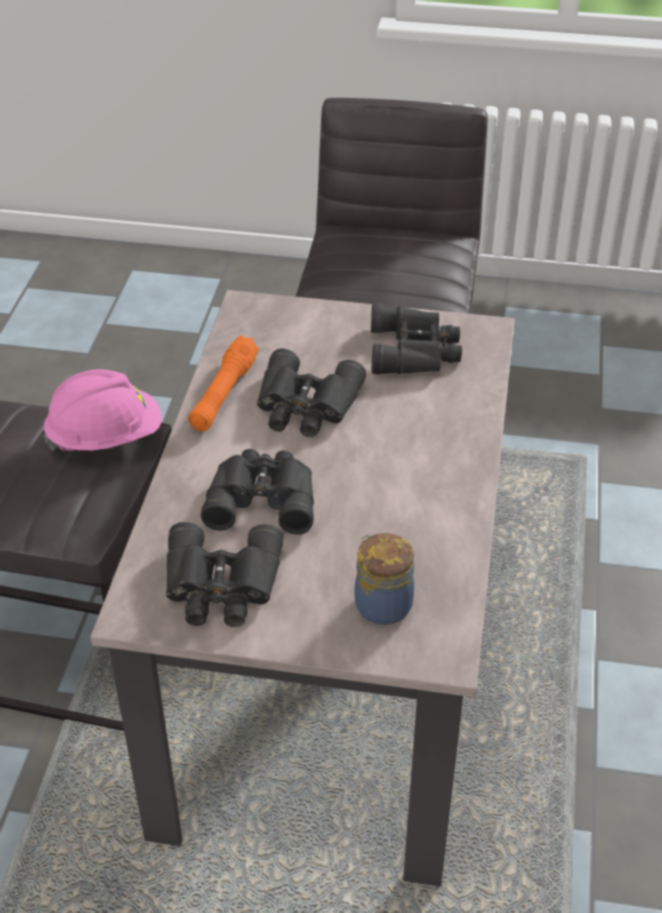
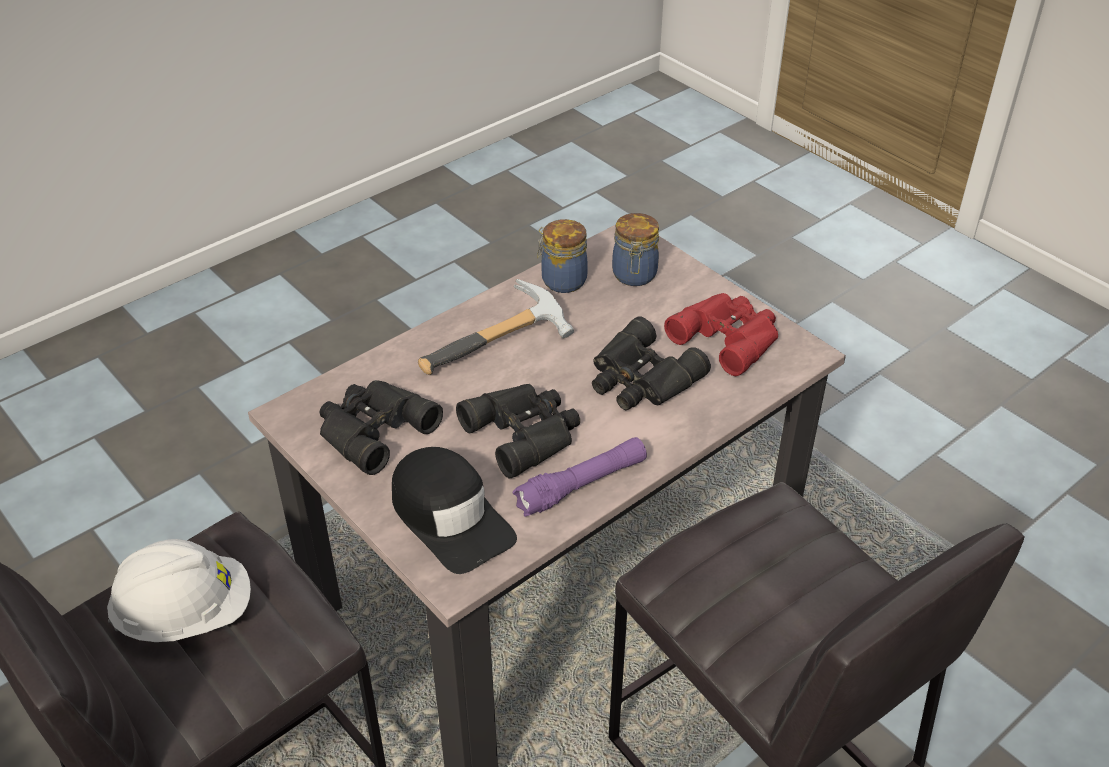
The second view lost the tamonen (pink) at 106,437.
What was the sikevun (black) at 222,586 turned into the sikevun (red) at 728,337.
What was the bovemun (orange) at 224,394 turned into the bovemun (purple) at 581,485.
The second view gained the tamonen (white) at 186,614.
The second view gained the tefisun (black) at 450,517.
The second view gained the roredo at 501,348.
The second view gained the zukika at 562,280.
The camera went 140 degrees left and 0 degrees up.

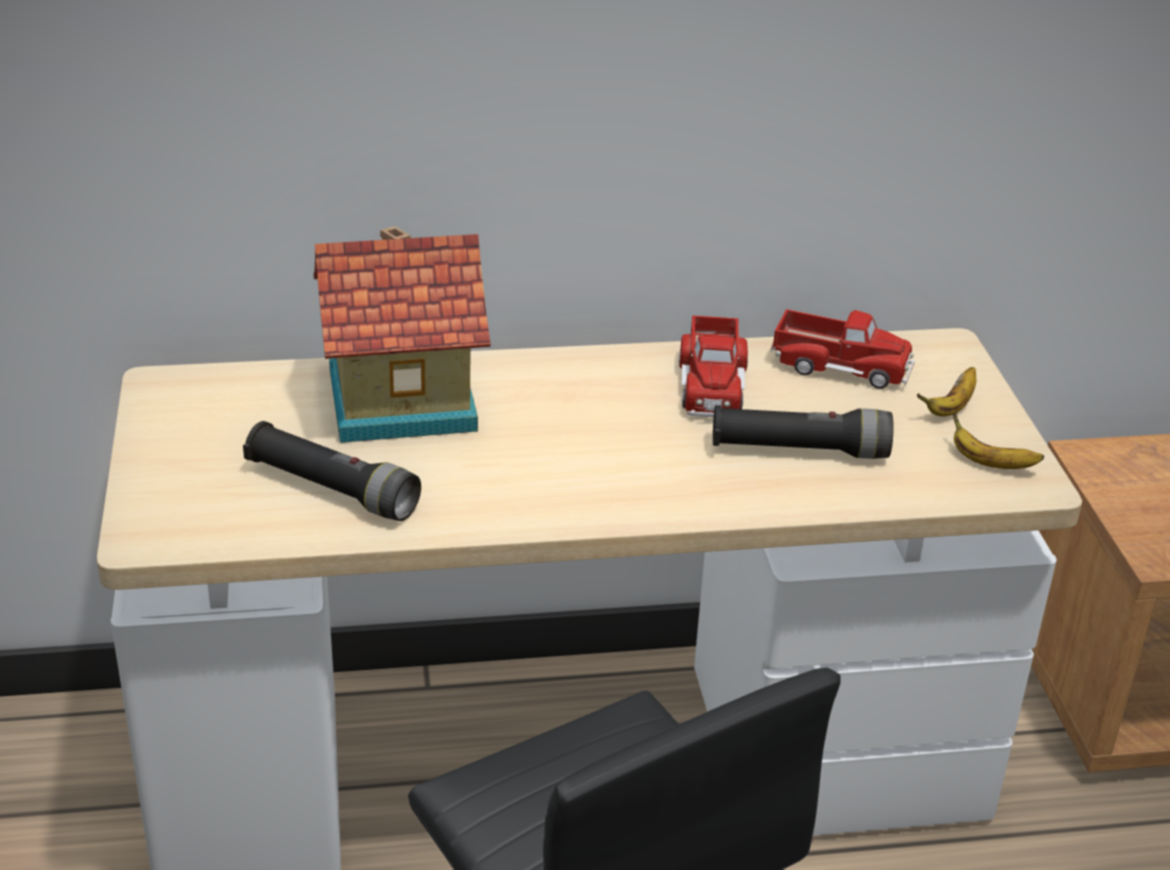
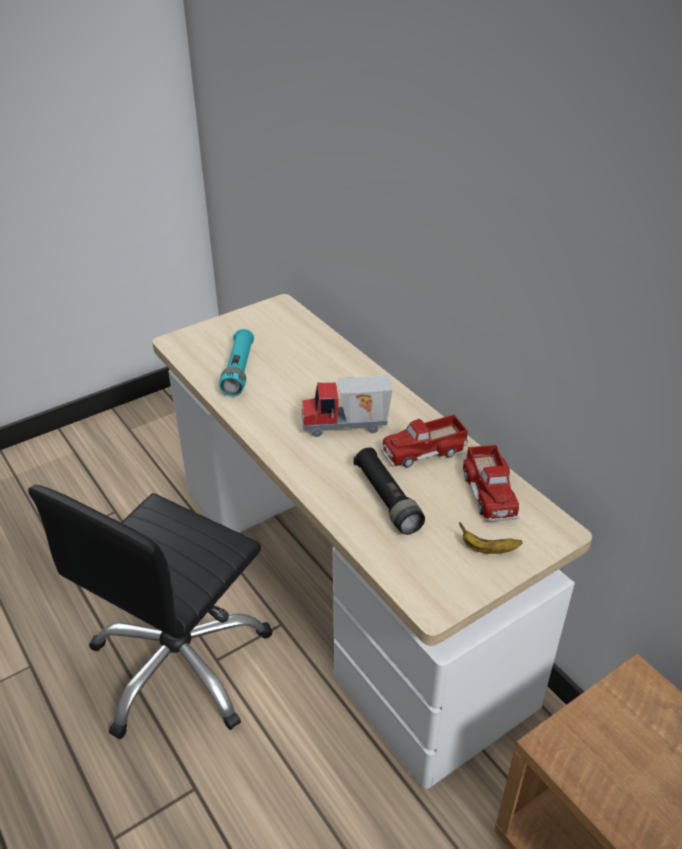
What was the bovemun (black) at 332,490 turned into the bovemun (turquoise) at 239,371.
The second view lost the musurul at 400,397.
The second view lost the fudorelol at 989,463.
The second view gained the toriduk at 346,427.
The camera went 65 degrees right and 5 degrees up.

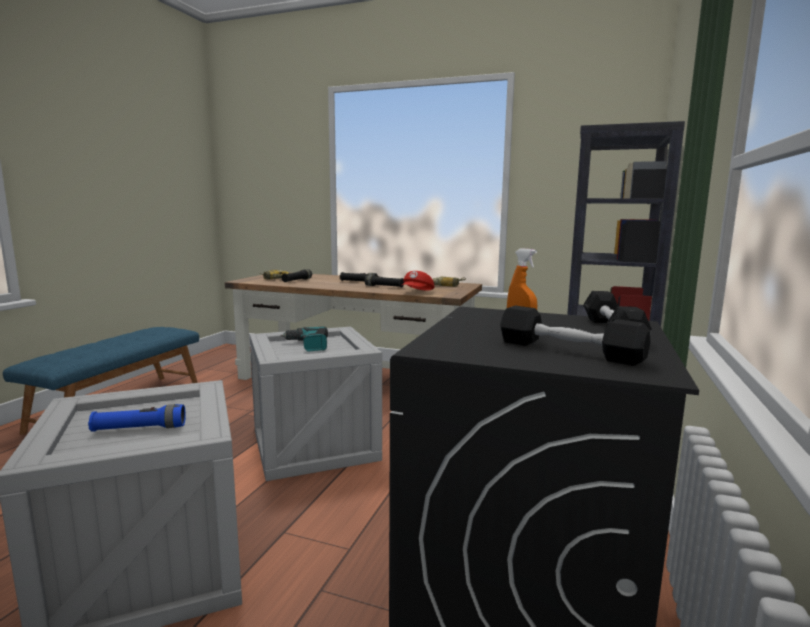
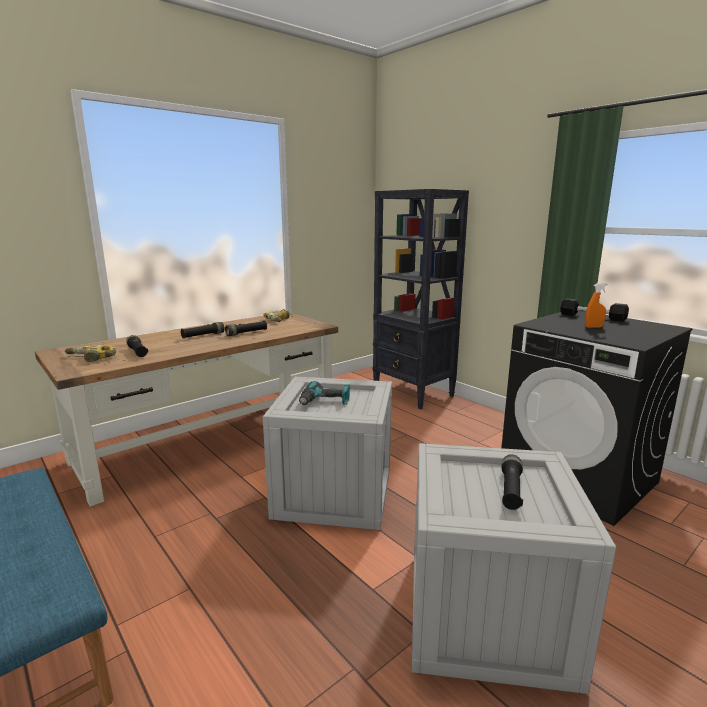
What was the bovemun (blue) at 139,429 turned into the bovemun (black) at 511,490.
The second view lost the tefisun (red) at 417,292.
The second view lost the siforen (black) at 568,351.
The camera went 60 degrees left and 5 degrees up.

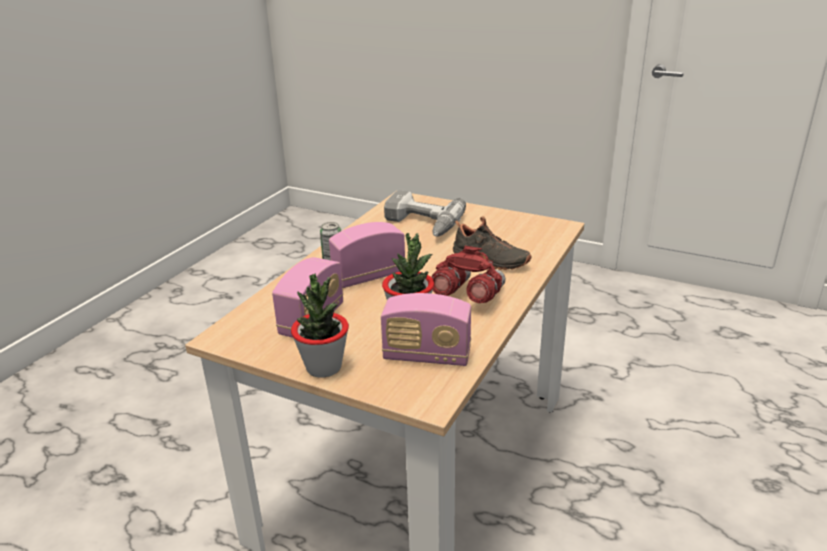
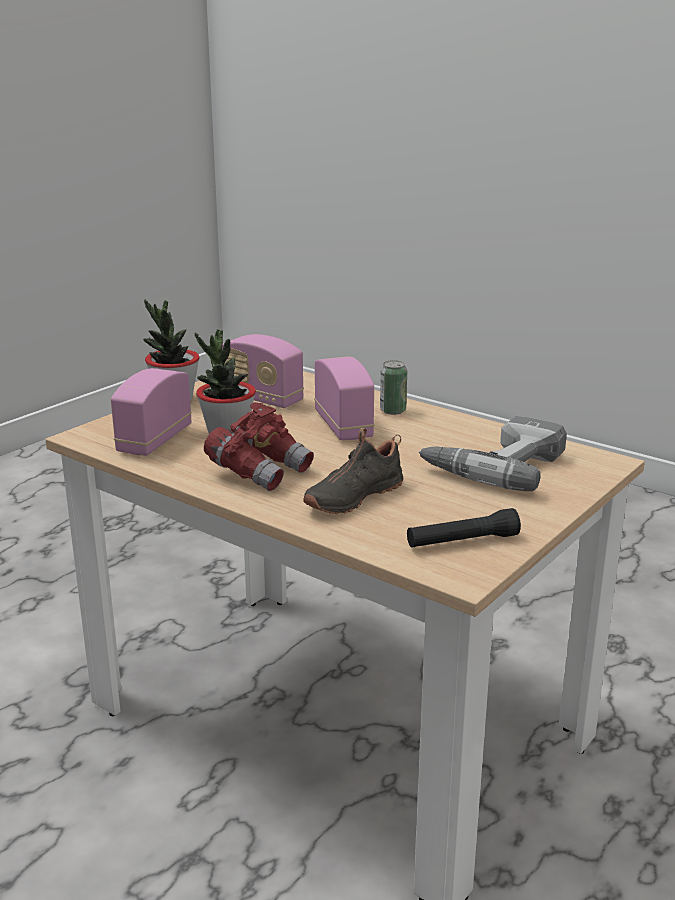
The second view gained the bovemun (black) at 462,541.
The camera went 100 degrees right and 5 degrees down.

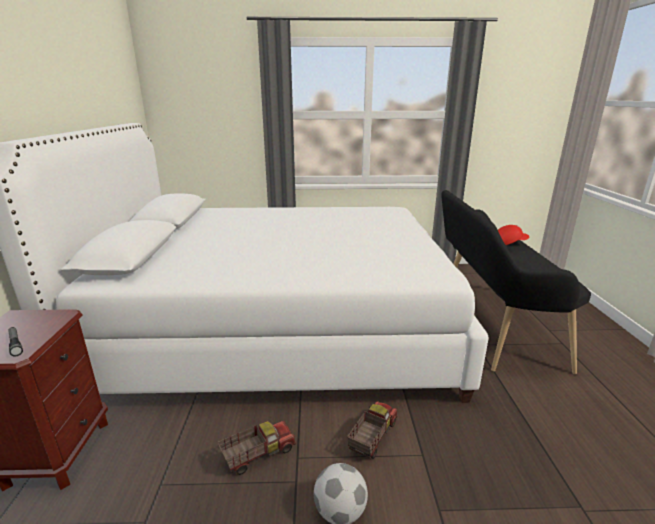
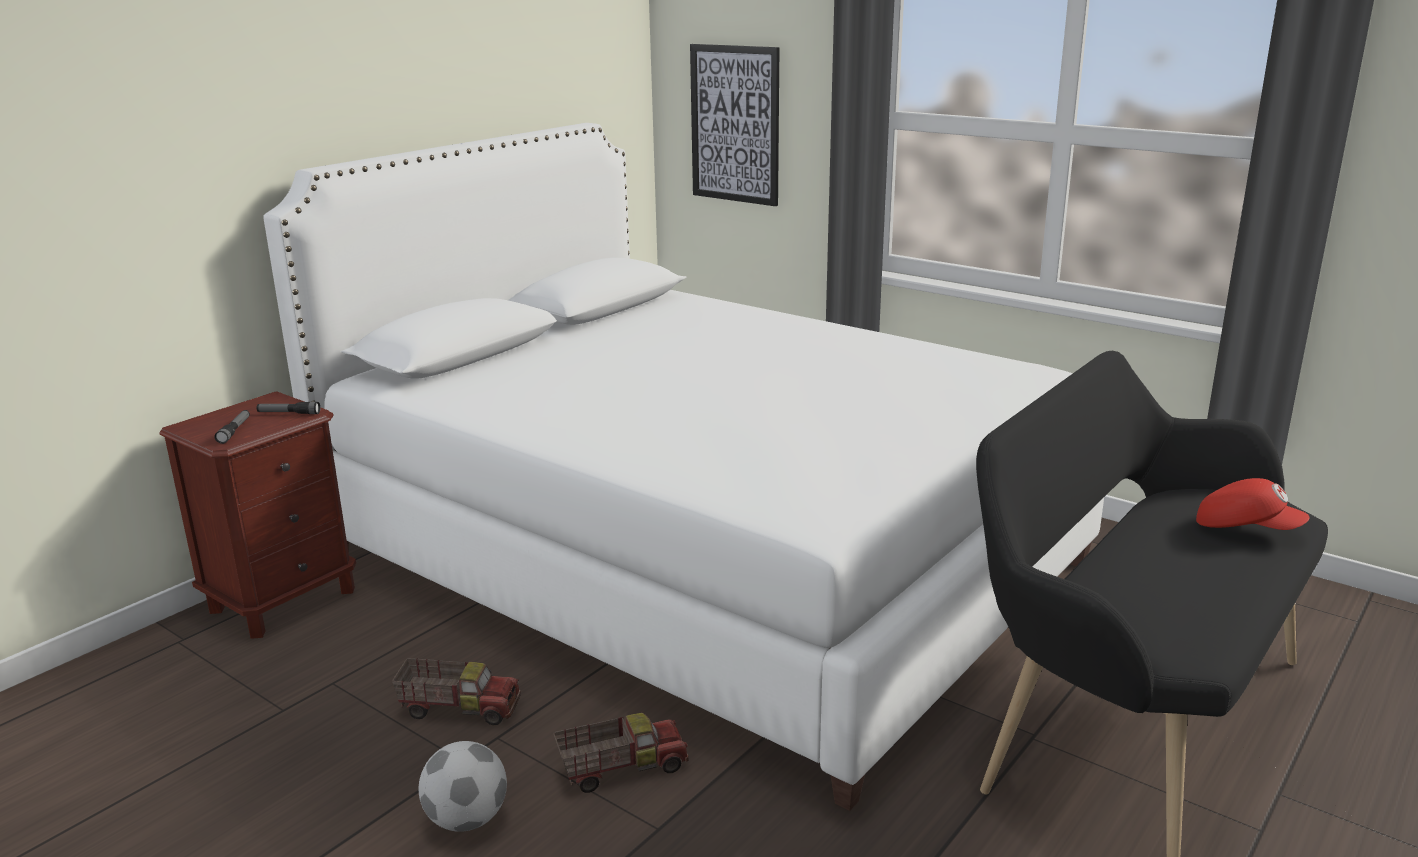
The second view gained the bovemun at 289,413.
The second view gained the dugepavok at 735,124.
The camera went 40 degrees right and 0 degrees up.

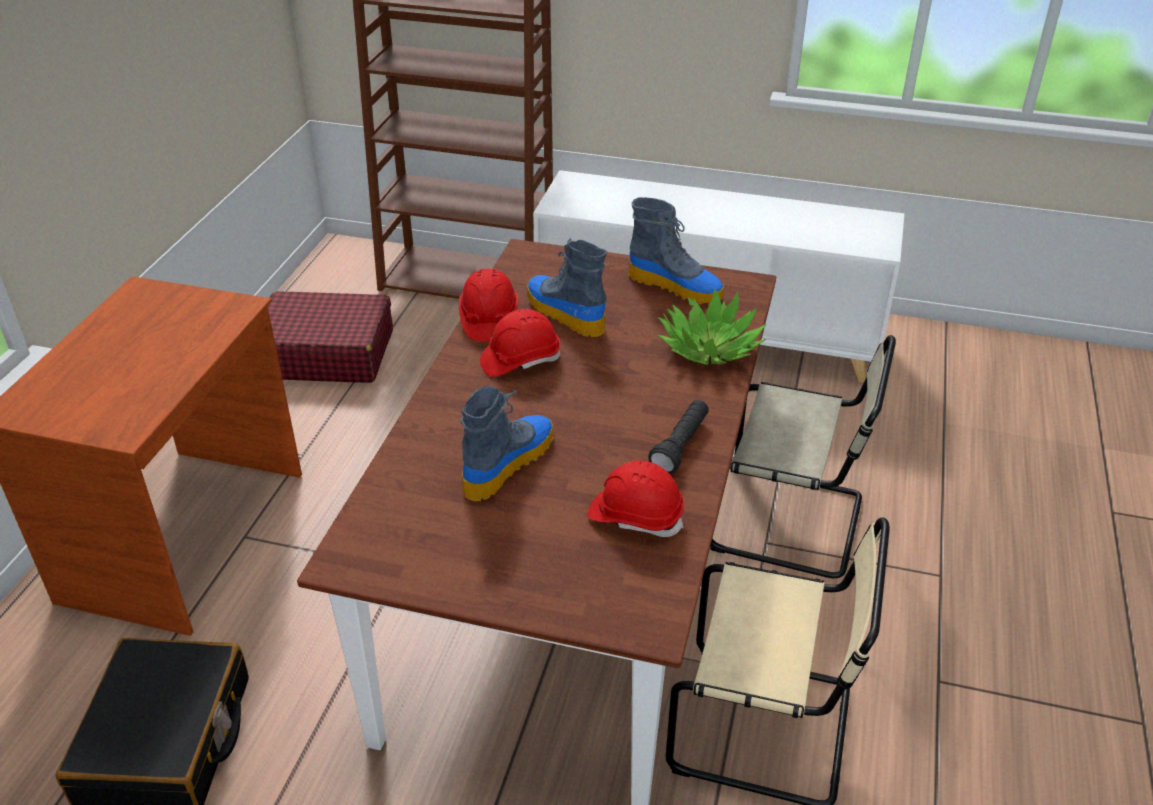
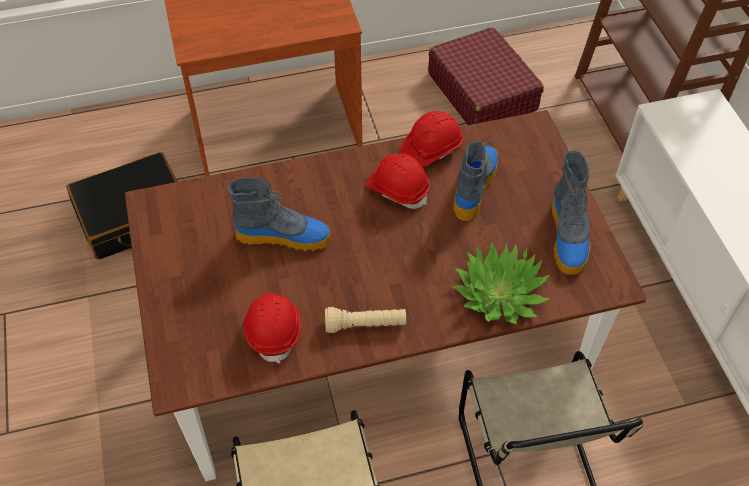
What was the bovemun (black) at 680,446 turned into the bovemun (beige) at 365,325.
The camera went 60 degrees right and 15 degrees up.

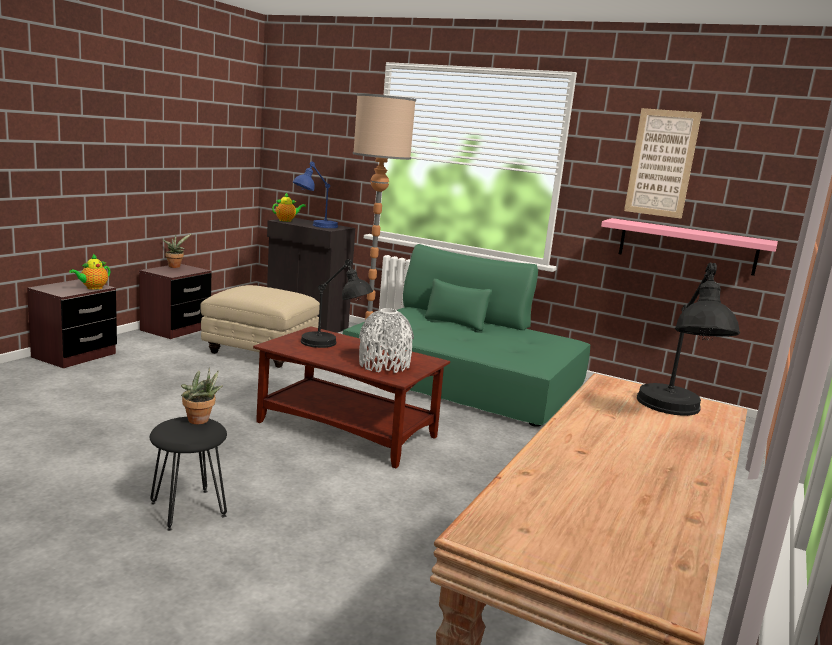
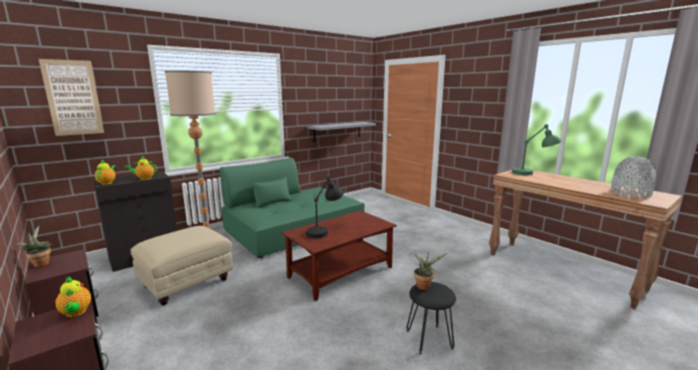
Where the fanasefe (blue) stood at 315,226, the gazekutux came to stand at 144,178.
The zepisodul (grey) ended up elsewhere, having gone from 384,365 to 630,193.
What was the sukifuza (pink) at 687,246 turned into the sukifuza (grey) at 337,131.
The dugepavok ended up elsewhere, having gone from 661,163 to 73,98.
What was the fanasefe (black) at 675,414 turned into the fanasefe (green) at 532,174.
The camera went 65 degrees left and 0 degrees up.

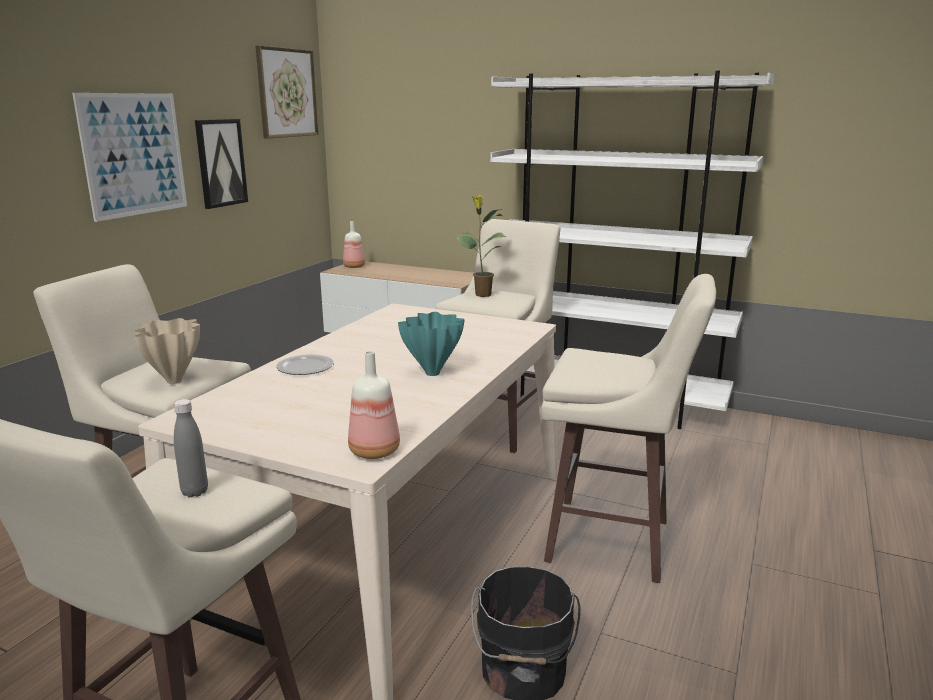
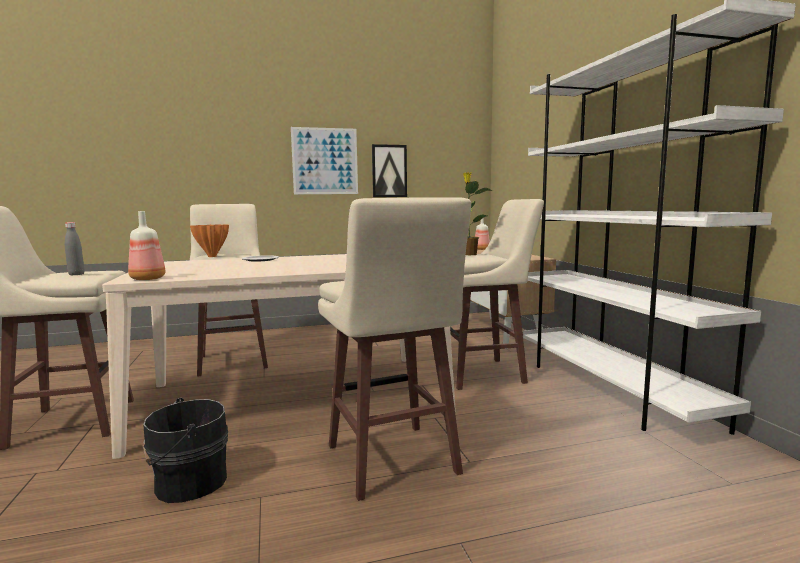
What was the zepisodul (beige) at 175,381 turned into the zepisodul (orange) at 213,256.
The second view lost the dugepavok at 286,93.
The second view lost the zepisodul (turquoise) at 434,373.
The camera went 50 degrees right and 10 degrees down.

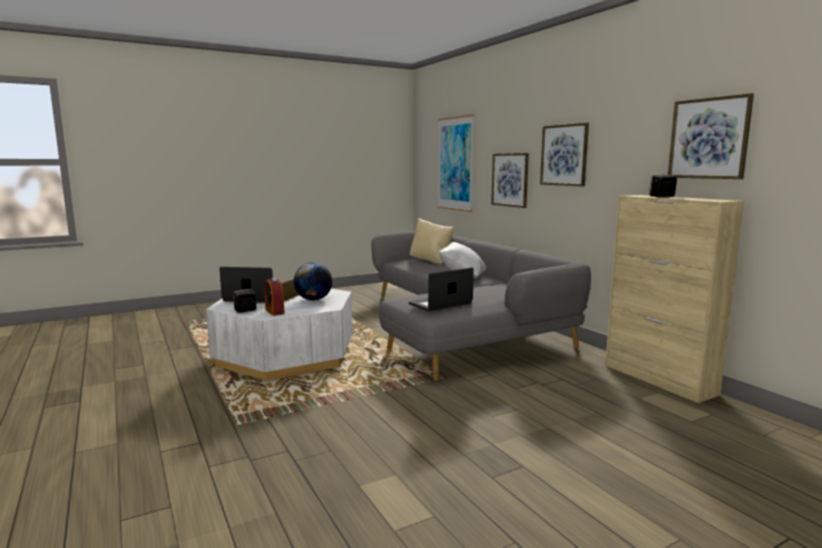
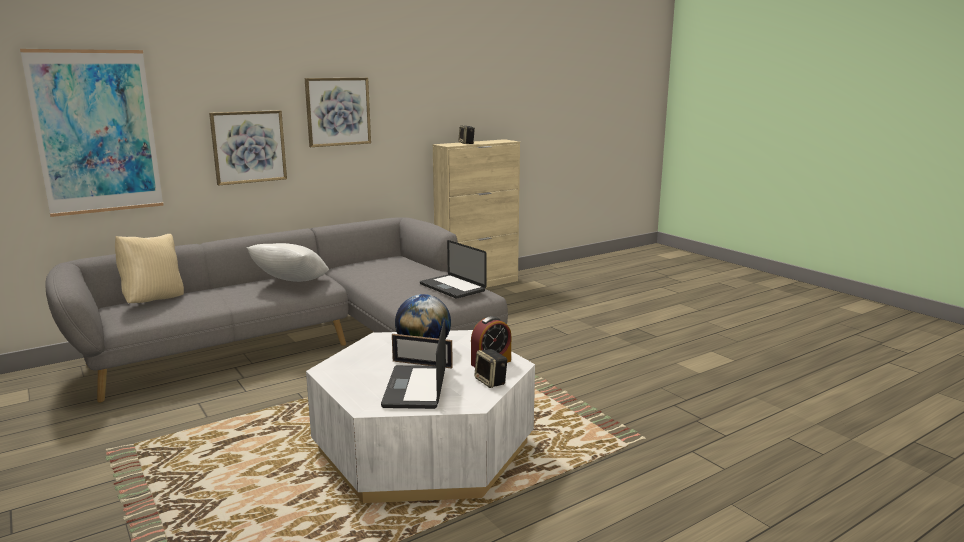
The second view lost the dugepavok at 708,138.
The camera went 95 degrees left and 5 degrees up.

